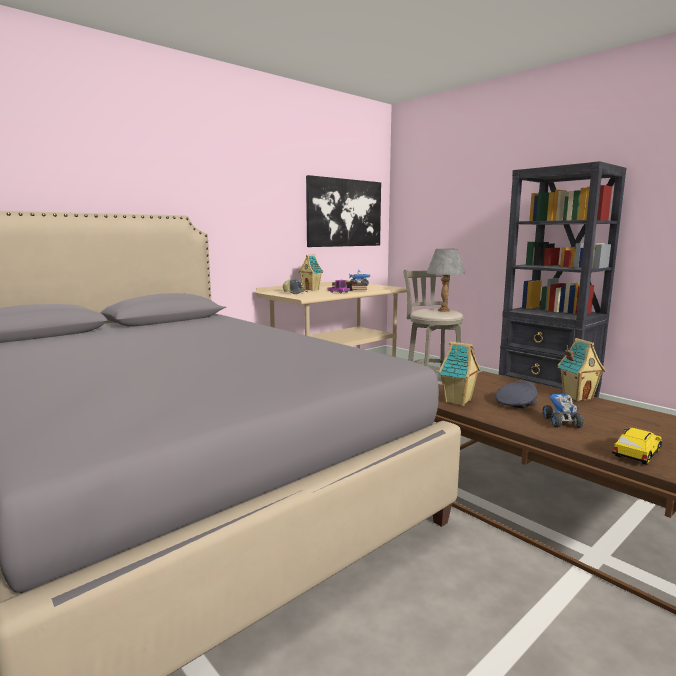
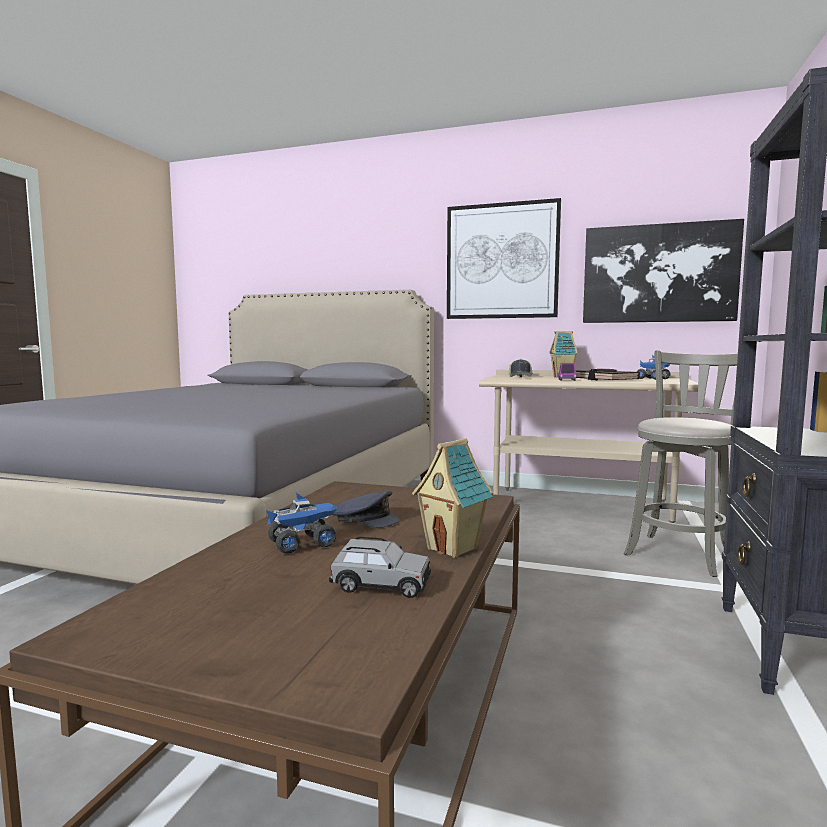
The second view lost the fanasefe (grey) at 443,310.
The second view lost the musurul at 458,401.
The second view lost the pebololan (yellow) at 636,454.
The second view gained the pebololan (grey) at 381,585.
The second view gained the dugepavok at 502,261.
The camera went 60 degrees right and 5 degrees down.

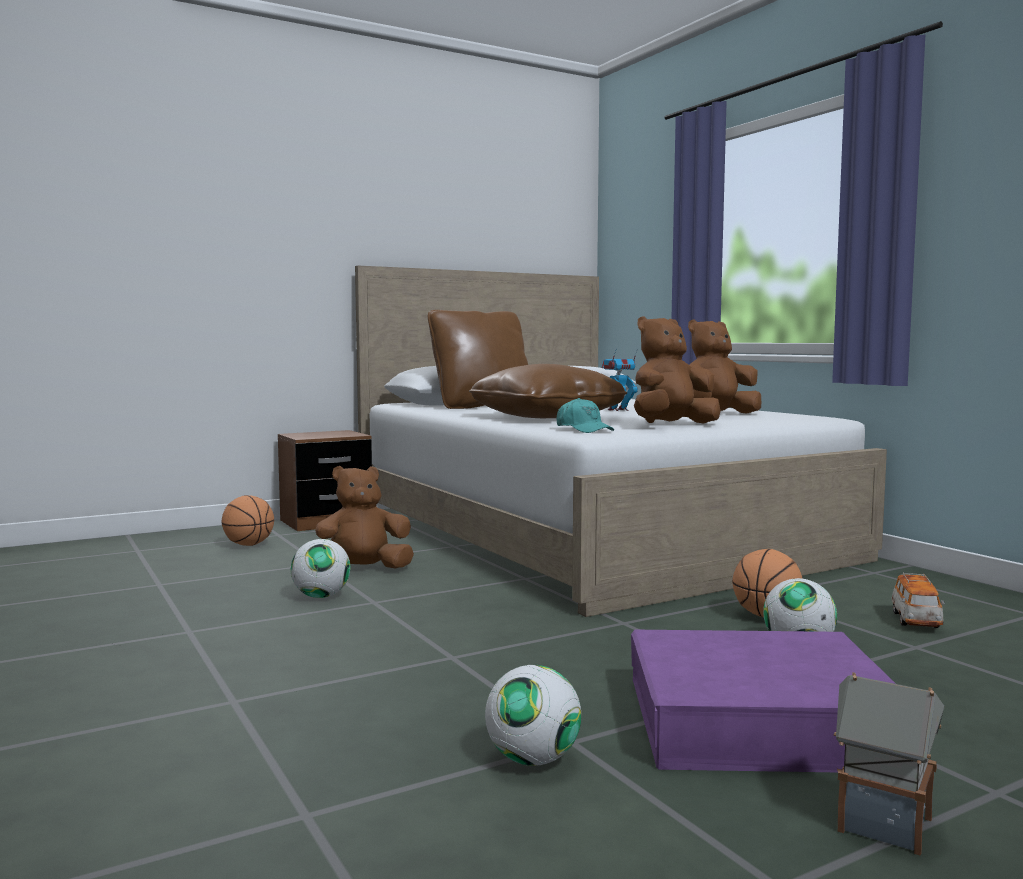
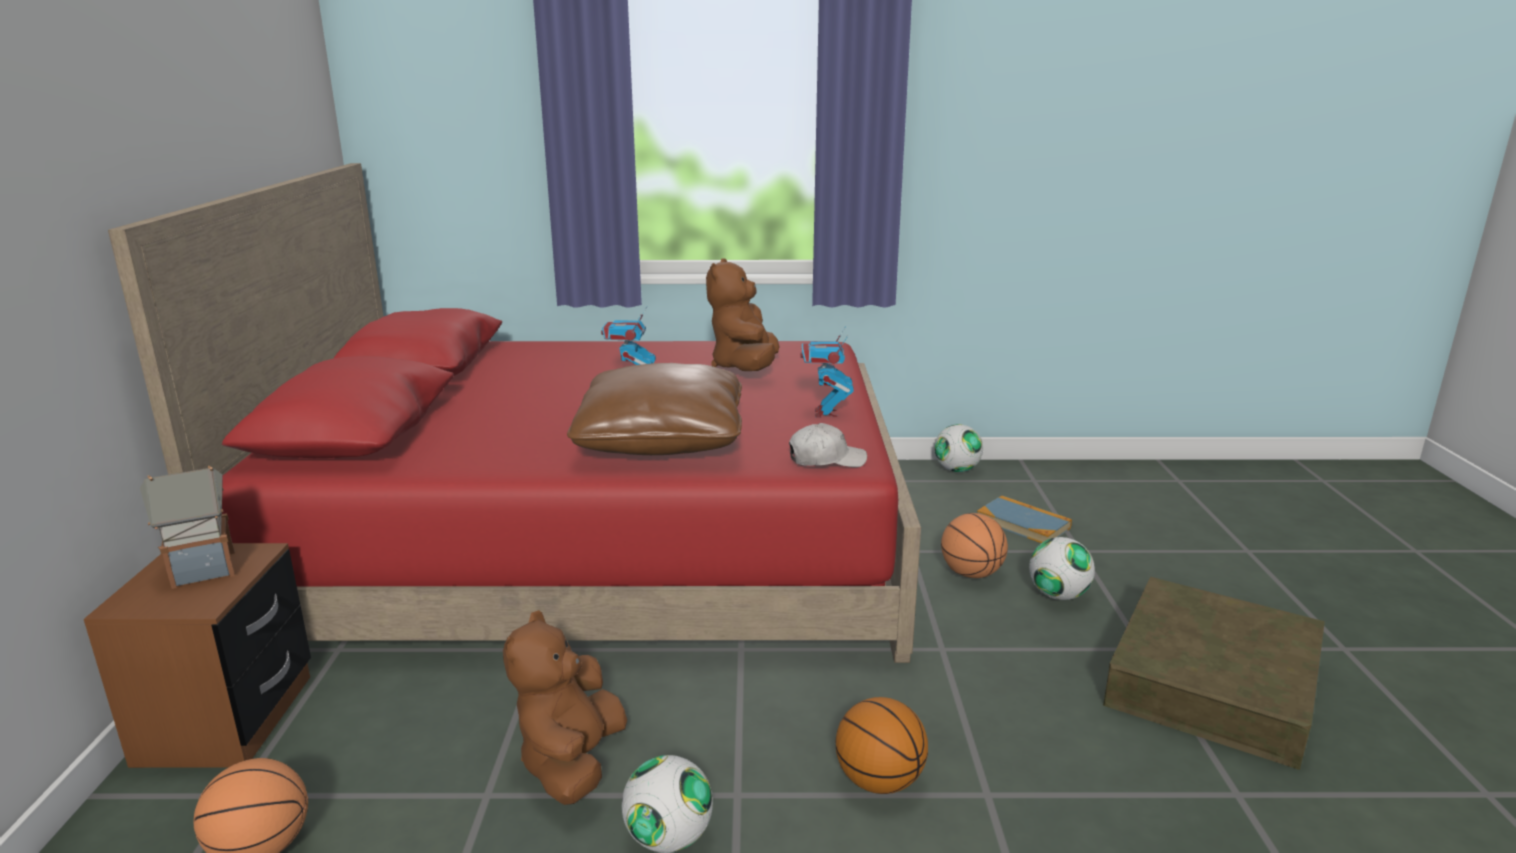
What was the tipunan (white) at 589,533 turned into the tipunan (red) at 601,544.
The second view lost the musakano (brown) at 481,406.
The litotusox ended up elsewhere, having gone from 532,760 to 956,470.
What was the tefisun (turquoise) at 584,429 turned into the tefisun (white) at 826,459.
What was the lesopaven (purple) at 759,721 turned into the lesopaven (brown) at 1212,682.
Where the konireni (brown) stood at 671,425, the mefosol came to stand at 825,413.
The musurul ended up elsewhere, having gone from 881,824 to 201,570.
Where the pebololan stood at 916,621, the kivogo came to stand at 1023,523.
The second view gained the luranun at 879,780.
The camera went 60 degrees left and 15 degrees up.

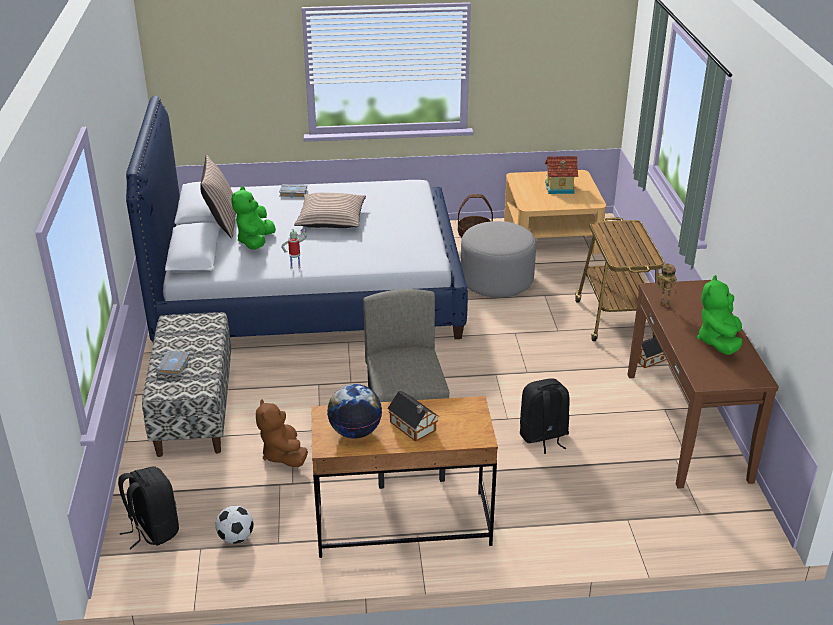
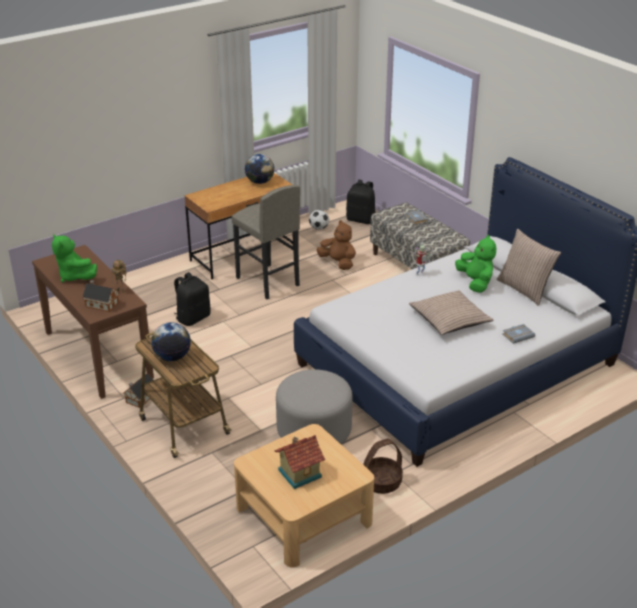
The musurul ended up elsewhere, having gone from 413,427 to 101,304.
The konireni (green) at 718,342 ended up facing another way, 150 degrees clockwise from before.
The second view gained the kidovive at 172,357.
The camera went 150 degrees right and 0 degrees up.

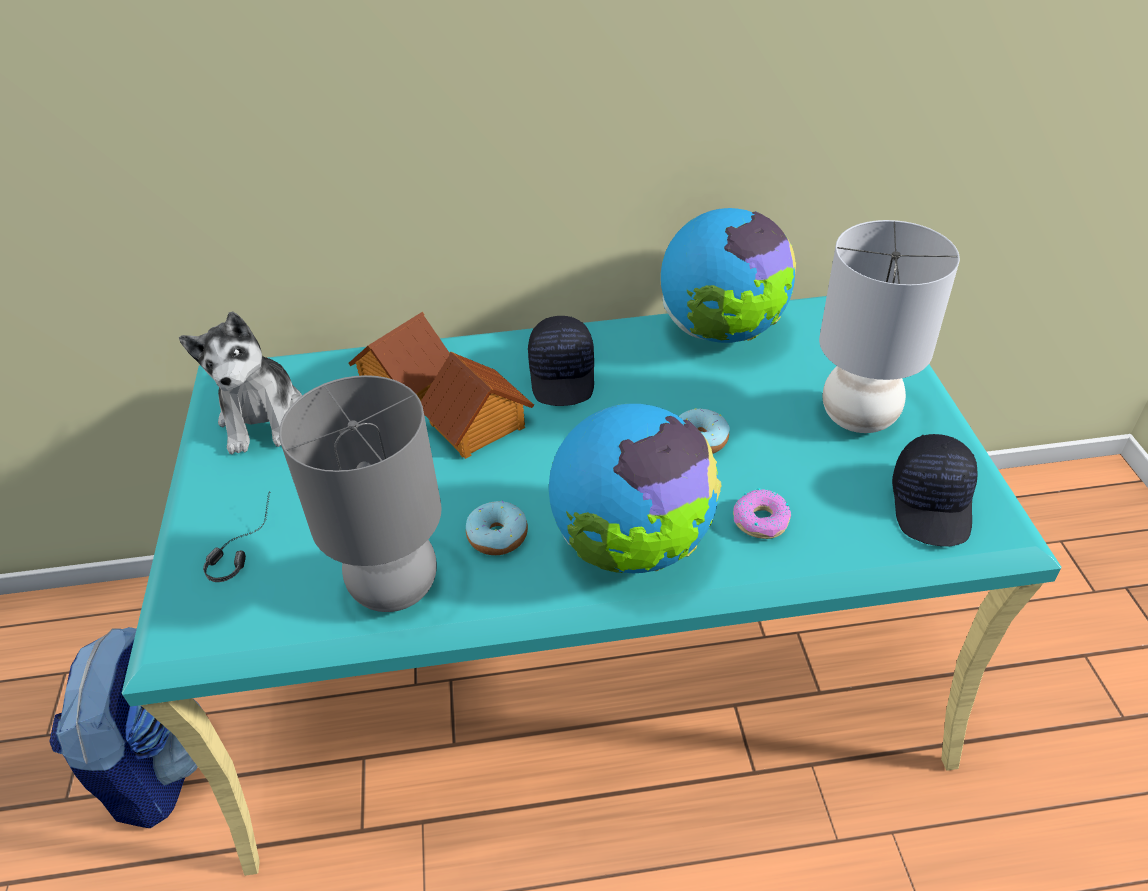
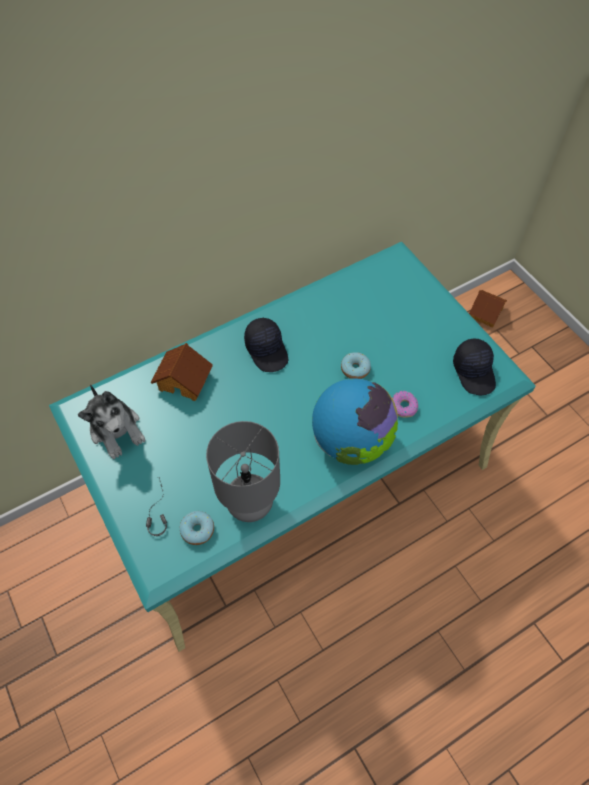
The second view lost the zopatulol at 159,764.
The musurul ended up elsewhere, having gone from 478,425 to 486,313.
The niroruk ended up elsewhere, having gone from 497,536 to 197,530.
The second view lost the kidovive at 722,331.
The second view lost the fanasefe (grey) at 859,417.
The camera went 25 degrees left and 15 degrees up.

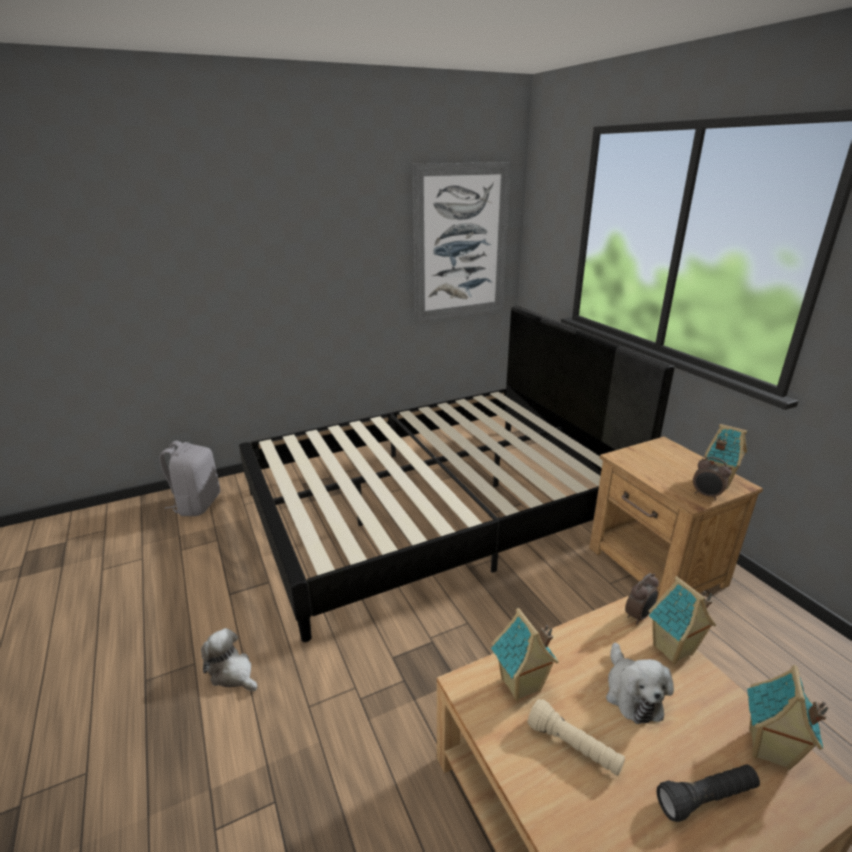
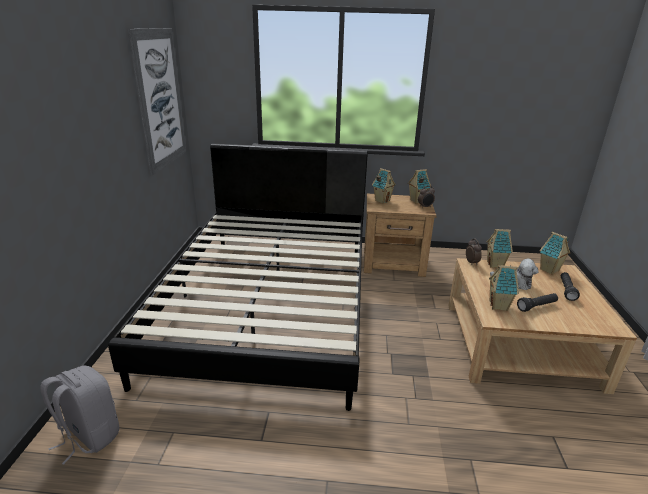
The second view lost the konireni at 232,673.
What was the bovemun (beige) at 573,747 turned into the bovemun (black) at 536,306.
The second view gained the musurul at 382,200.
The camera went 60 degrees left and 0 degrees up.

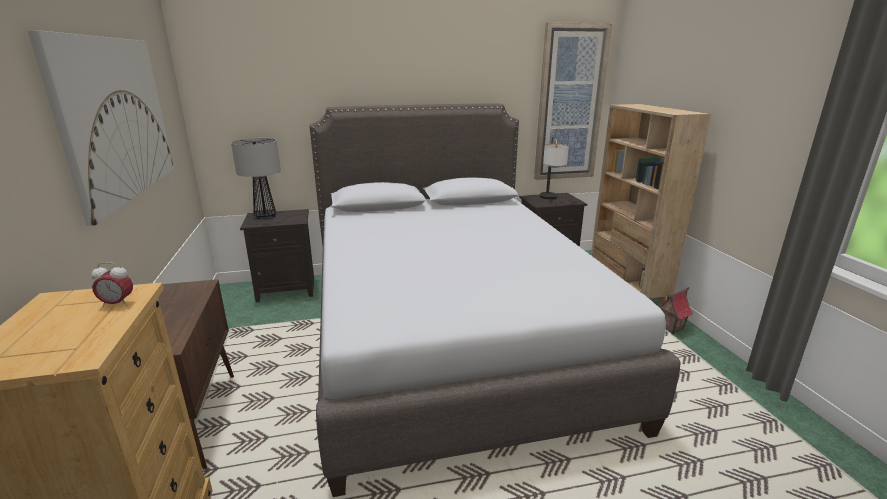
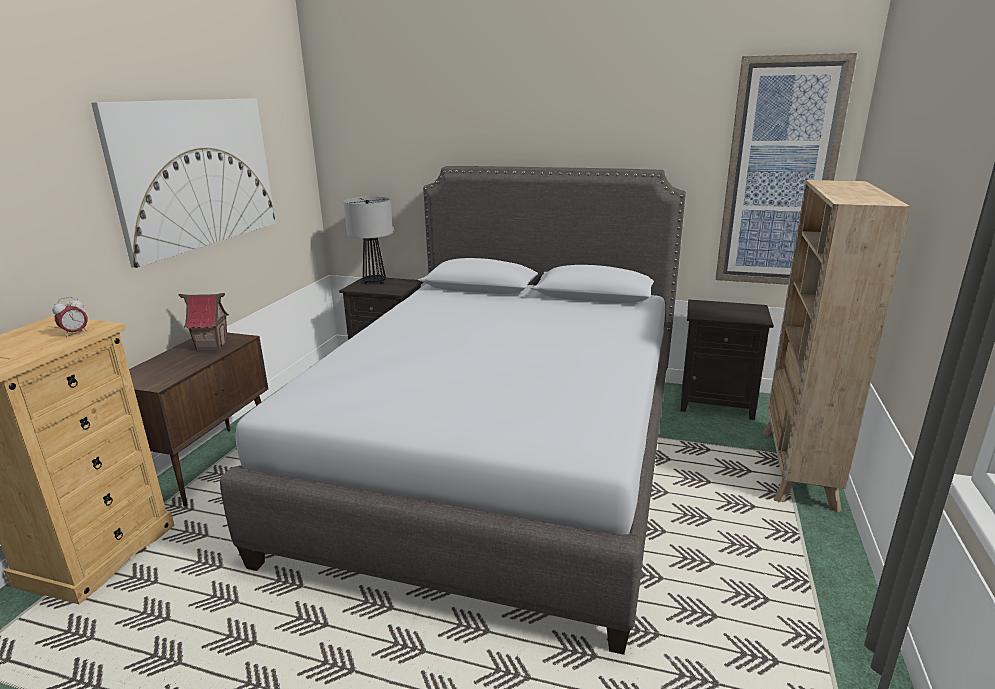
The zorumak at 117,304 ended up facing another way, 75 degrees counterclockwise from before.
The second view lost the fanasefe at 550,199.
The musurul ended up elsewhere, having gone from 670,328 to 212,346.
The camera went 30 degrees right and 0 degrees up.

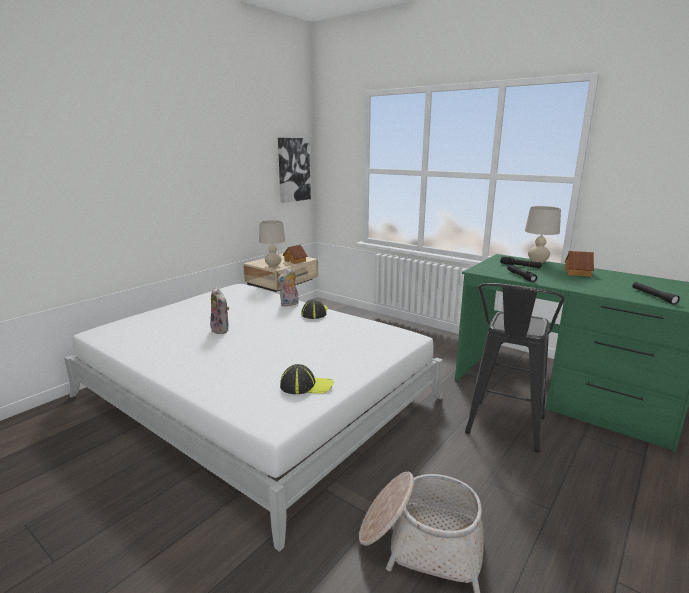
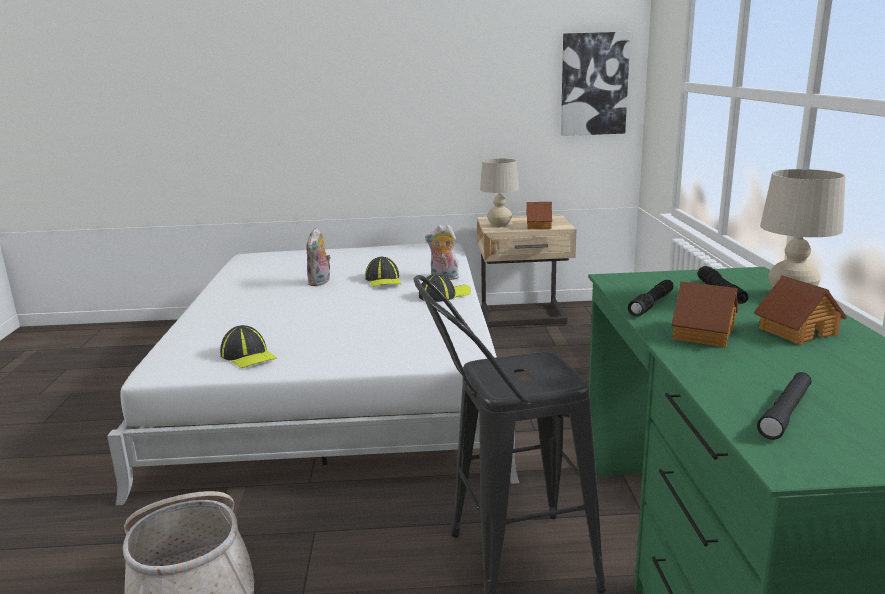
The second view gained the tefisun at 383,280.
The second view gained the musurul at 704,334.
The camera went 50 degrees right and 0 degrees up.

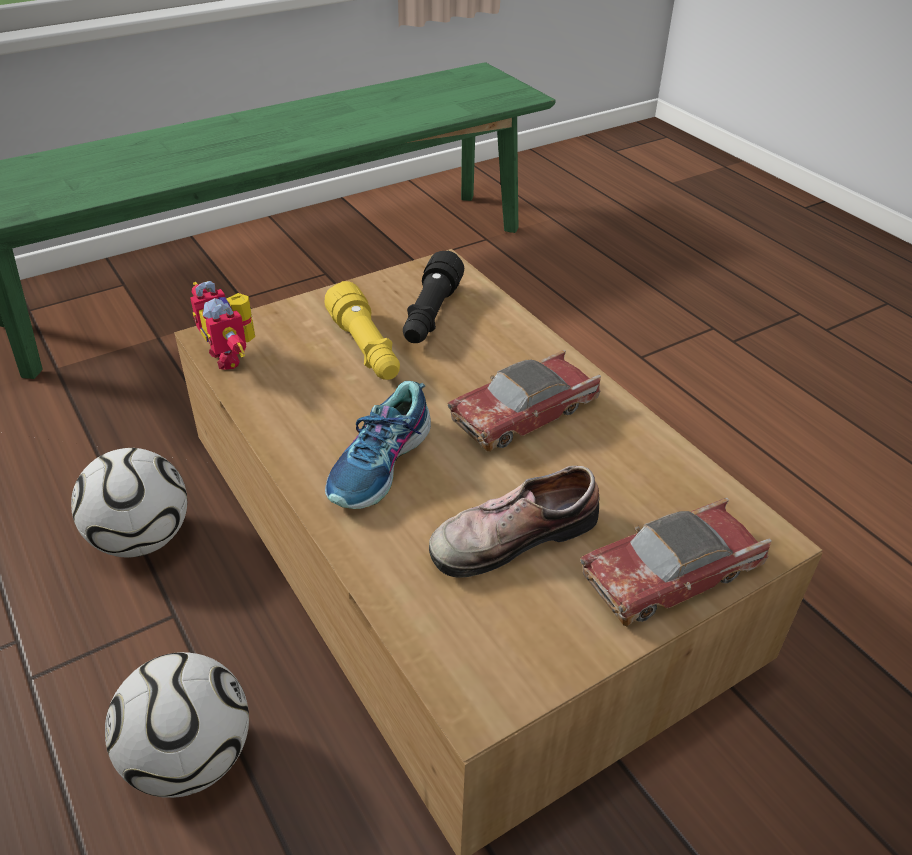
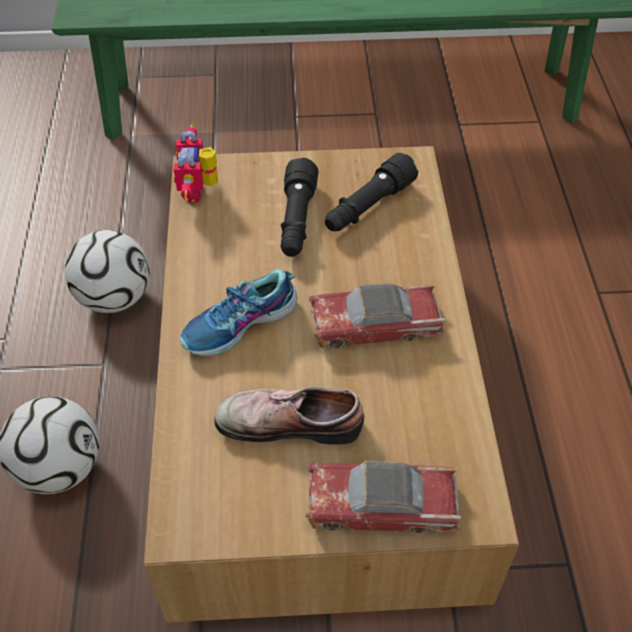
What was the bovemun (yellow) at 366,349 turned into the bovemun (black) at 297,221.
The camera went 30 degrees right and 10 degrees up.

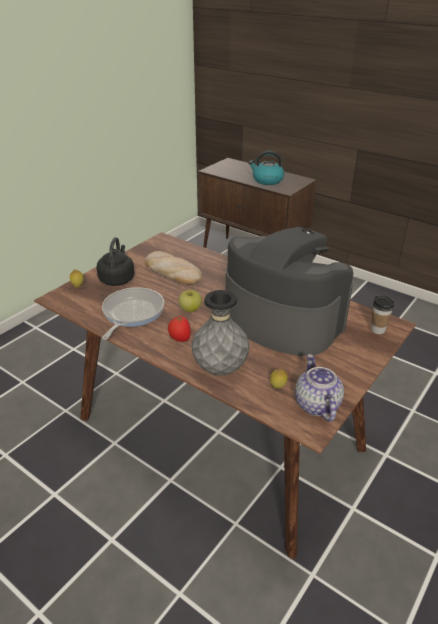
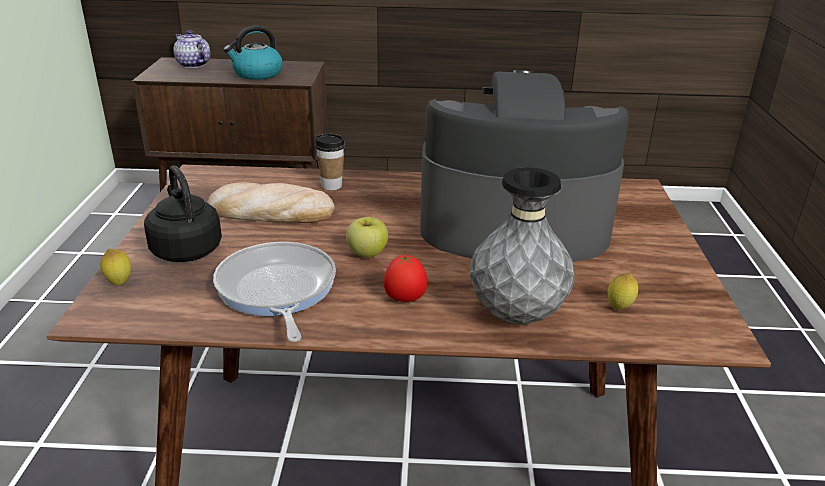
The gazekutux ended up elsewhere, having gone from 316,404 to 193,65.
The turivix ended up elsewhere, having gone from 377,330 to 331,186.
The camera went 35 degrees left and 5 degrees down.

